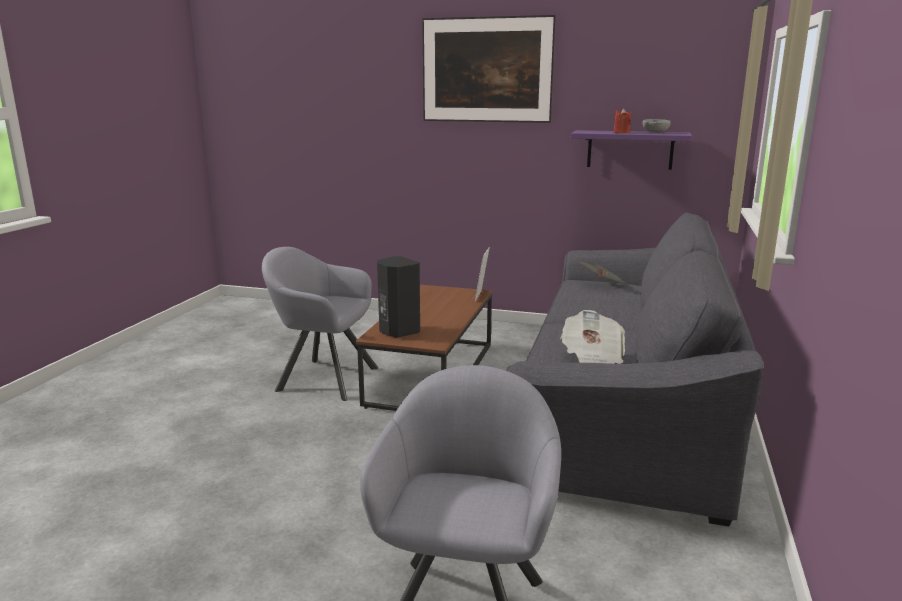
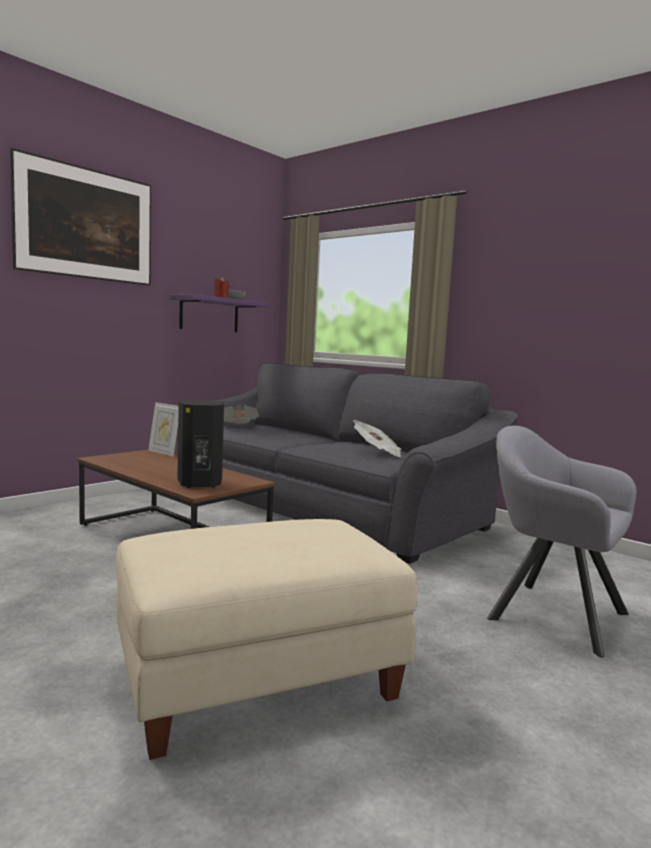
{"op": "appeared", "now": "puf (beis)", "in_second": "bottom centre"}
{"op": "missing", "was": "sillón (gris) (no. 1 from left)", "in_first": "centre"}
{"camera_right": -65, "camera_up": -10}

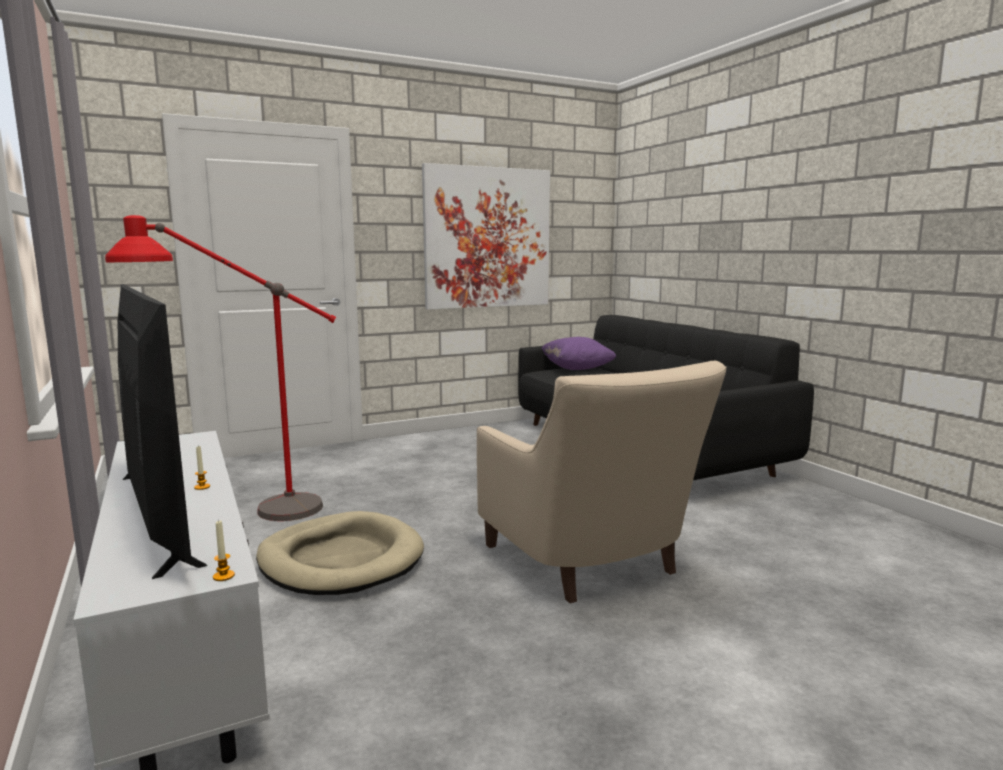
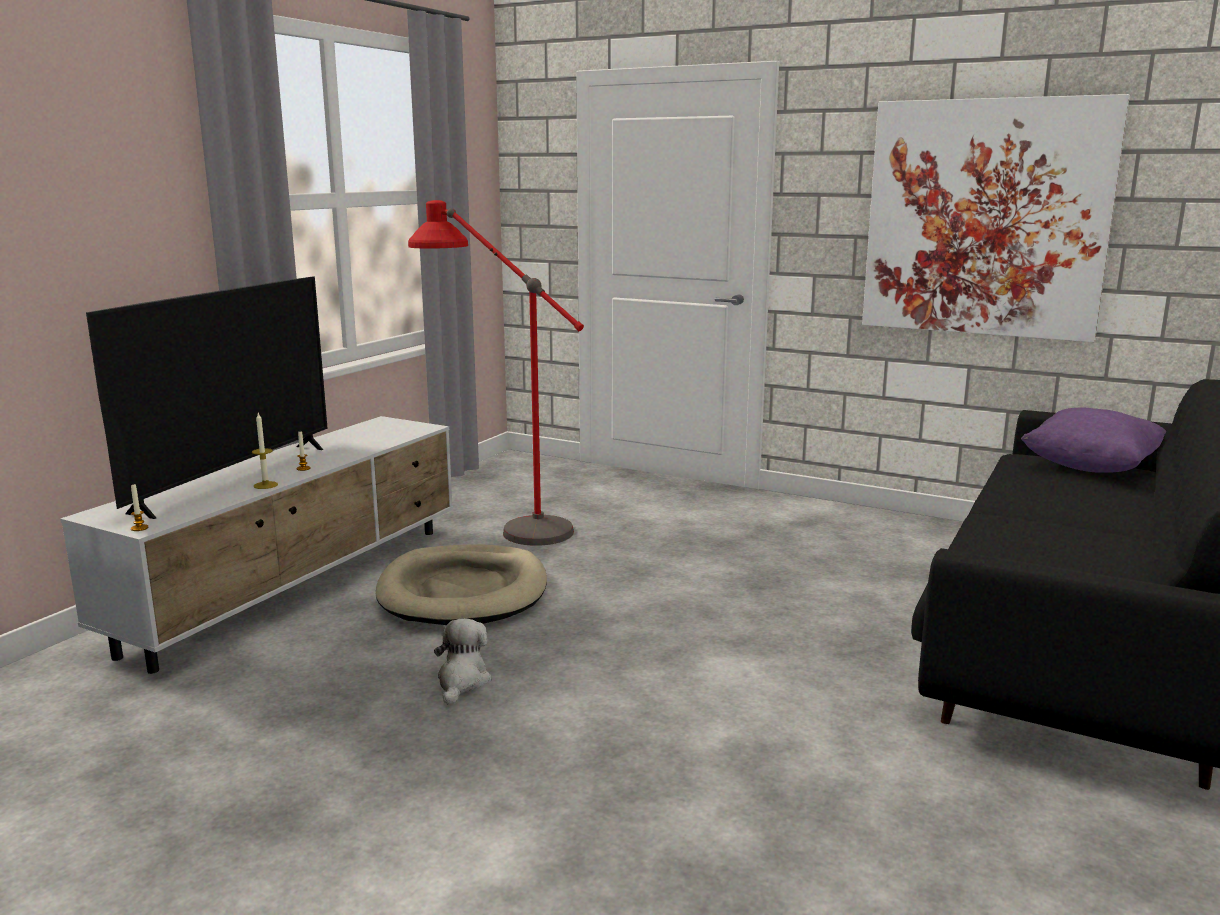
{"op": "appeared", "now": "vela (no. 2 from left)", "in_second": "middle left"}
{"op": "appeared", "now": "peluche", "in_second": "bottom centre"}
{"op": "missing", "was": "sillón (beis)", "in_first": "centre"}
{"camera_right": 55, "camera_up": 5}

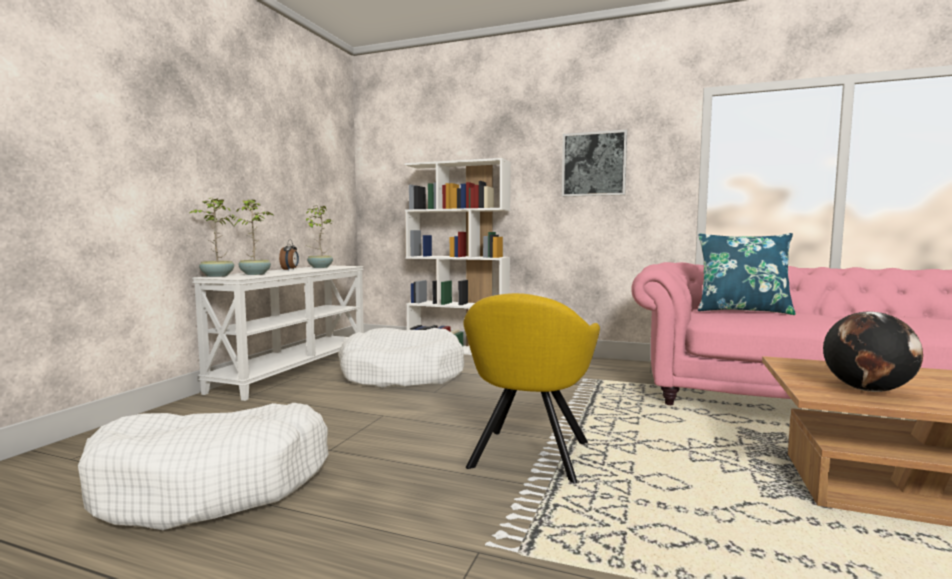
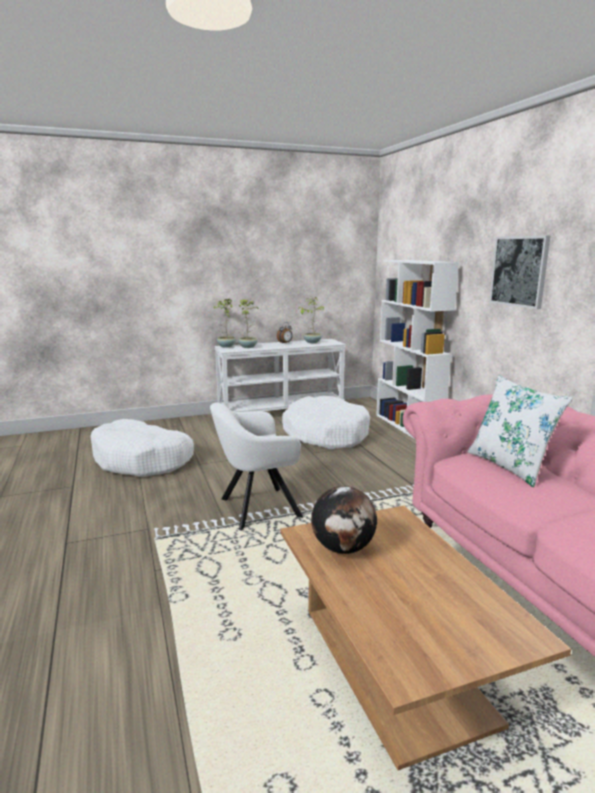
{"op": "colour", "was": "sillón (amarillo)", "now": "sillón (blanco)", "in_first": "bottom centre", "in_second": "centre"}
{"op": "colour", "was": "cojín (azul)", "now": "cojín (blanco)", "in_first": "middle right", "in_second": "middle right"}
{"camera_right": 50, "camera_up": 10}

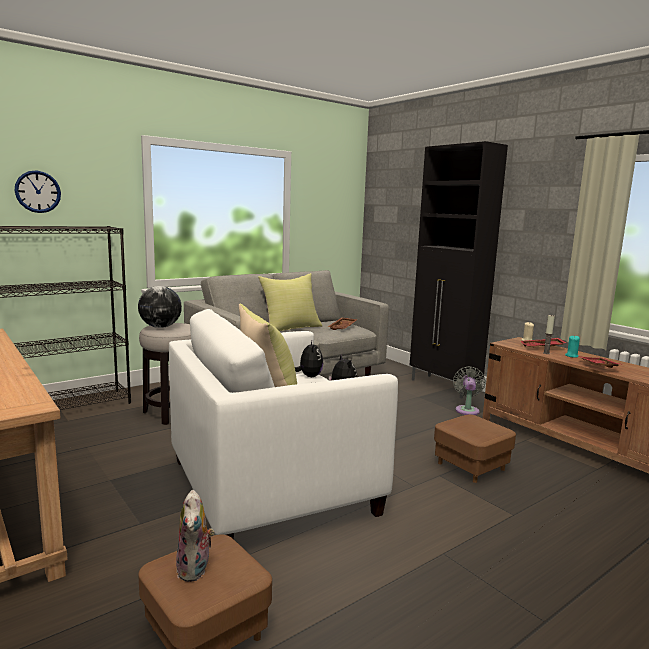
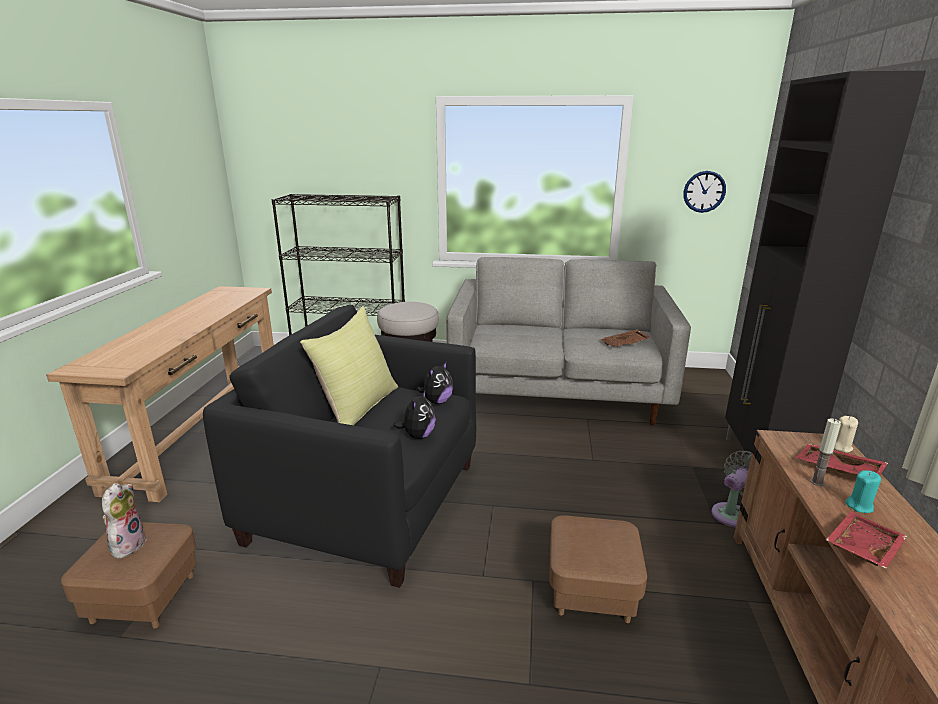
{"op": "spun", "was": "peluche (no. 1 from left)", "in_first": "bottom left", "in_second": "bottom left", "clockwise": 150}
{"op": "colour", "was": "sillón (blanco)", "now": "sillón (negro)", "in_first": "centre", "in_second": "centre"}
{"op": "relocated", "was": "reloj de pared", "in_first": "top left", "in_second": "top right"}
{"op": "missing", "was": "globo terráqueo", "in_first": "middle left"}
{"op": "missing", "was": "cojín (amarillo) (no. 2 from left)", "in_first": "centre"}
{"camera_right": 45, "camera_up": 10}

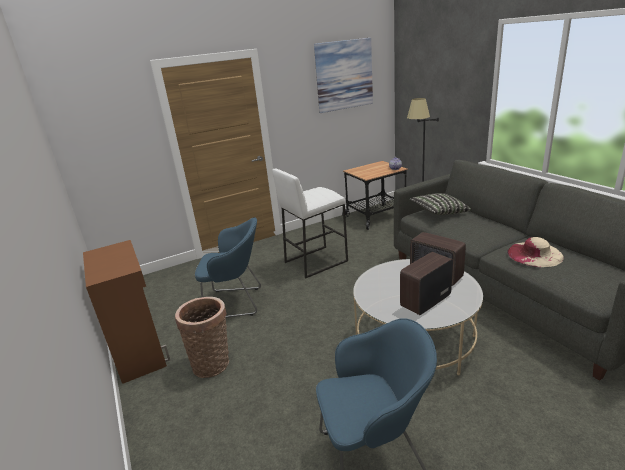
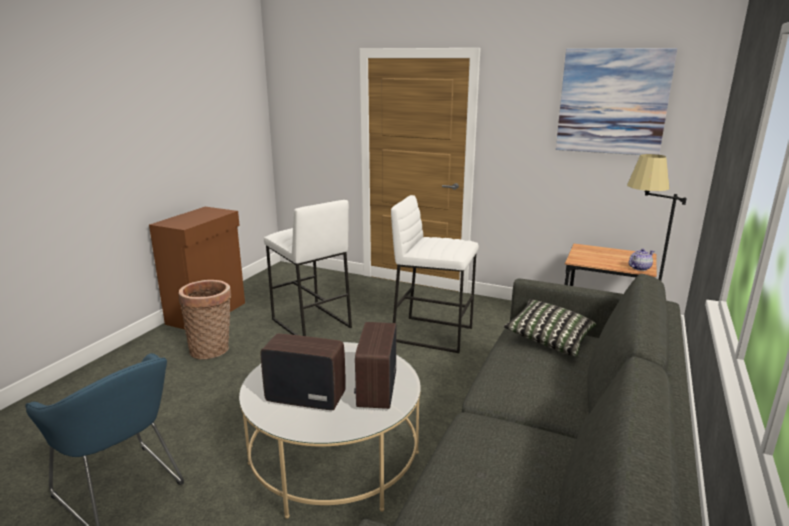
{"op": "exchanged", "was": "sillón (azul) (no. 1 from left)", "now": "taburete (blanco) (no. 1 from left)", "in_first": "centre", "in_second": "centre"}
{"op": "missing", "was": "sombrero (beis)", "in_first": "middle right"}
{"camera_right": 50, "camera_up": -5}

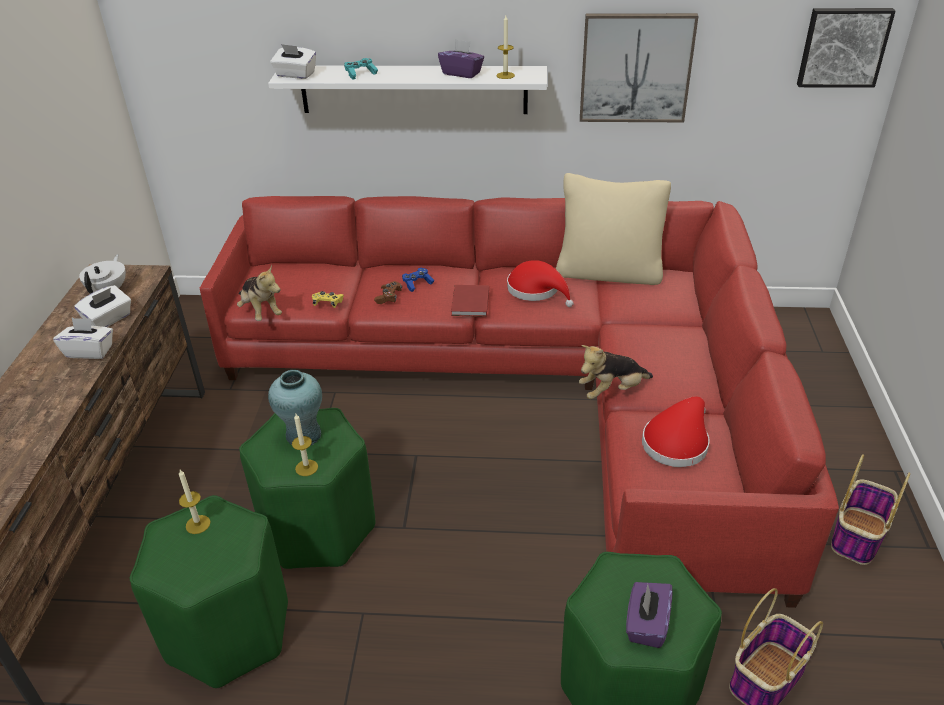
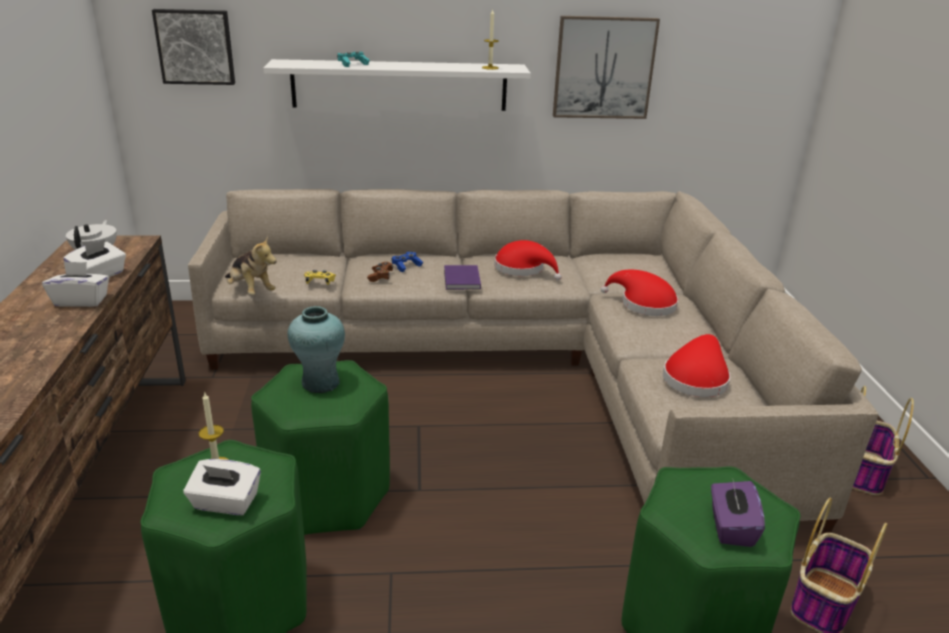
{"op": "relocated", "was": "cuadro (no. 2 from left in the first image)", "now": "cuadro (no. 1 from left)", "in_first": "top right", "in_second": "top left"}
{"op": "relocated", "was": "caja de pañuelos (blanco) (no. 3 from left)", "in_first": "top left", "in_second": "bottom left"}
{"op": "colour", "was": "sofá (rojo)", "now": "sofá (beis)", "in_first": "centre", "in_second": "centre"}
{"op": "colour", "was": "libro (rojo)", "now": "libro (morado)", "in_first": "centre", "in_second": "centre"}
{"op": "appeared", "now": "sombrero (rojo) (no. 2 from left)", "in_second": "middle right"}
{"op": "missing", "was": "vela (no. 2 from left)", "in_first": "middle left"}
{"op": "missing", "was": "caja de pañuelos (morado) (no. 1 from left)", "in_first": "top centre"}
{"op": "missing", "was": "cojín (beis)", "in_first": "top centre"}
{"op": "missing", "was": "peluche (no. 2 from left)", "in_first": "centre"}
{"camera_right": -10, "camera_up": -10}

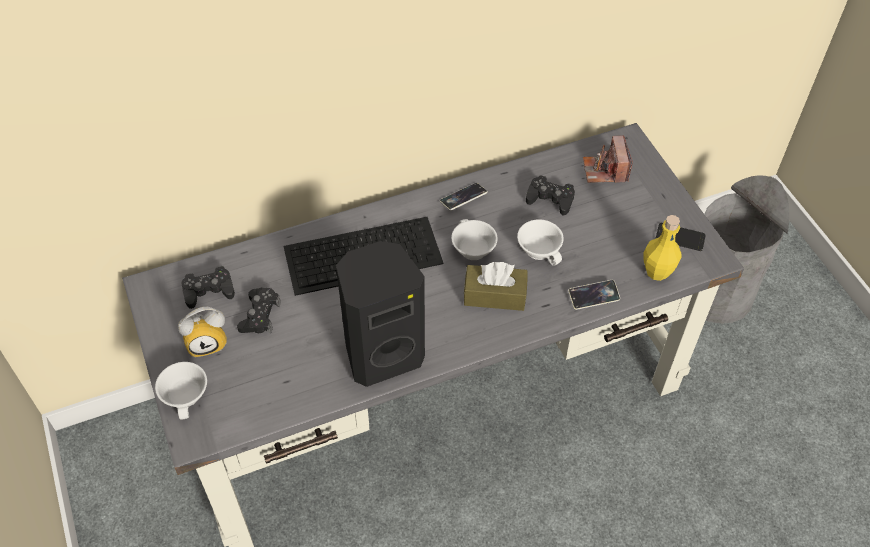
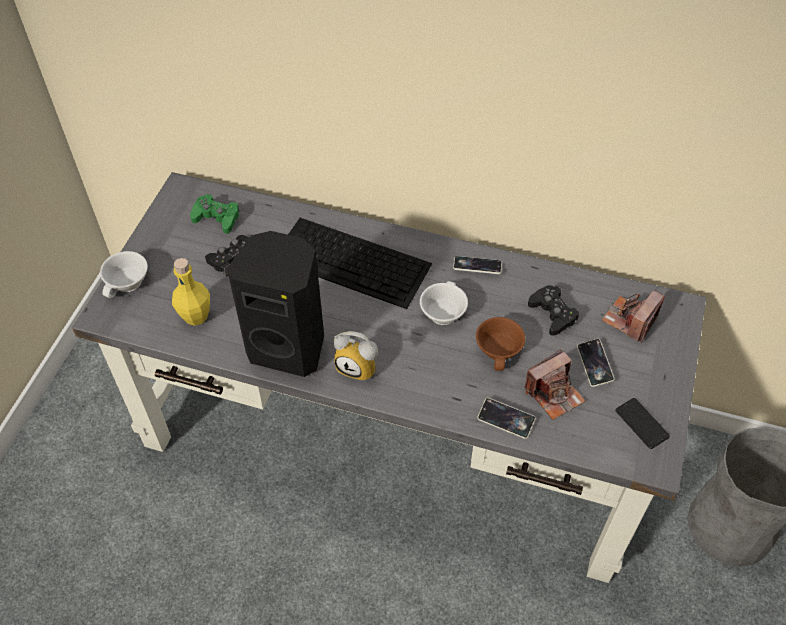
{"op": "relocated", "was": "botella (amarillo)", "in_first": "middle right", "in_second": "middle left"}
{"op": "colour", "was": "mando de consola (negro) (no. 1 from left)", "now": "mando de consola (verde)", "in_first": "middle left", "in_second": "middle left"}
{"op": "relocated", "was": "despertador", "in_first": "middle left", "in_second": "centre"}
{"op": "colour", "was": "taza (blanco) (no. 3 from left)", "now": "taza (marrón)", "in_first": "centre", "in_second": "centre"}
{"op": "appeared", "now": "cámara (no. 1 from left)", "in_second": "middle right"}
{"op": "appeared", "now": "móvil (no. 3 from left)", "in_second": "middle right"}
{"op": "missing", "was": "caja de pañuelos (marrón)", "in_first": "centre"}
{"camera_right": 40, "camera_up": 0}

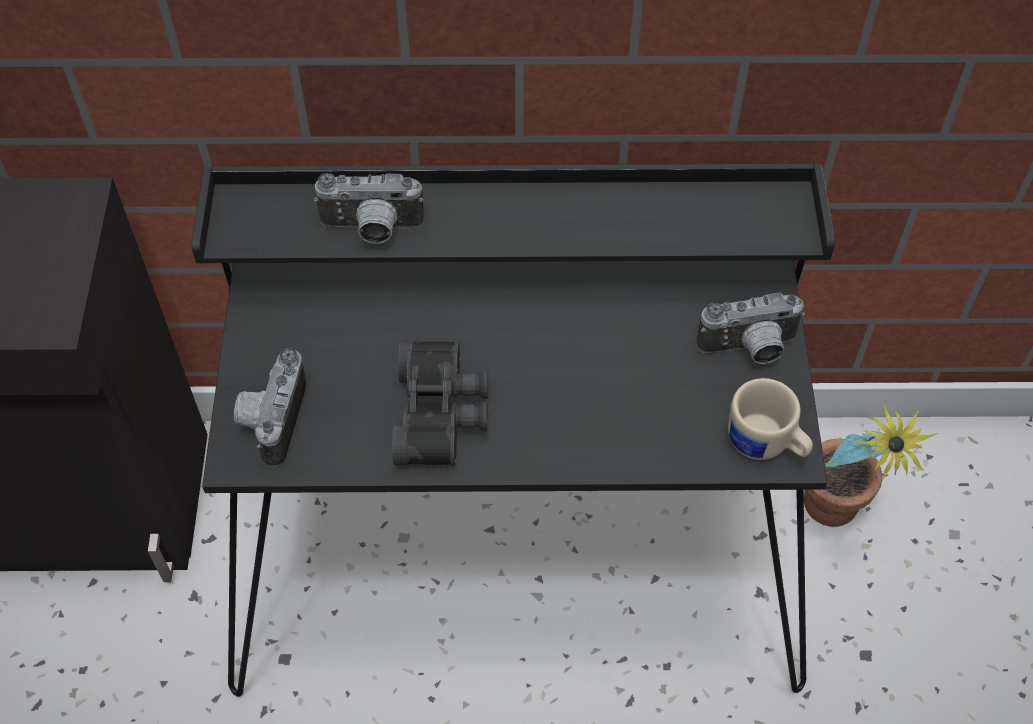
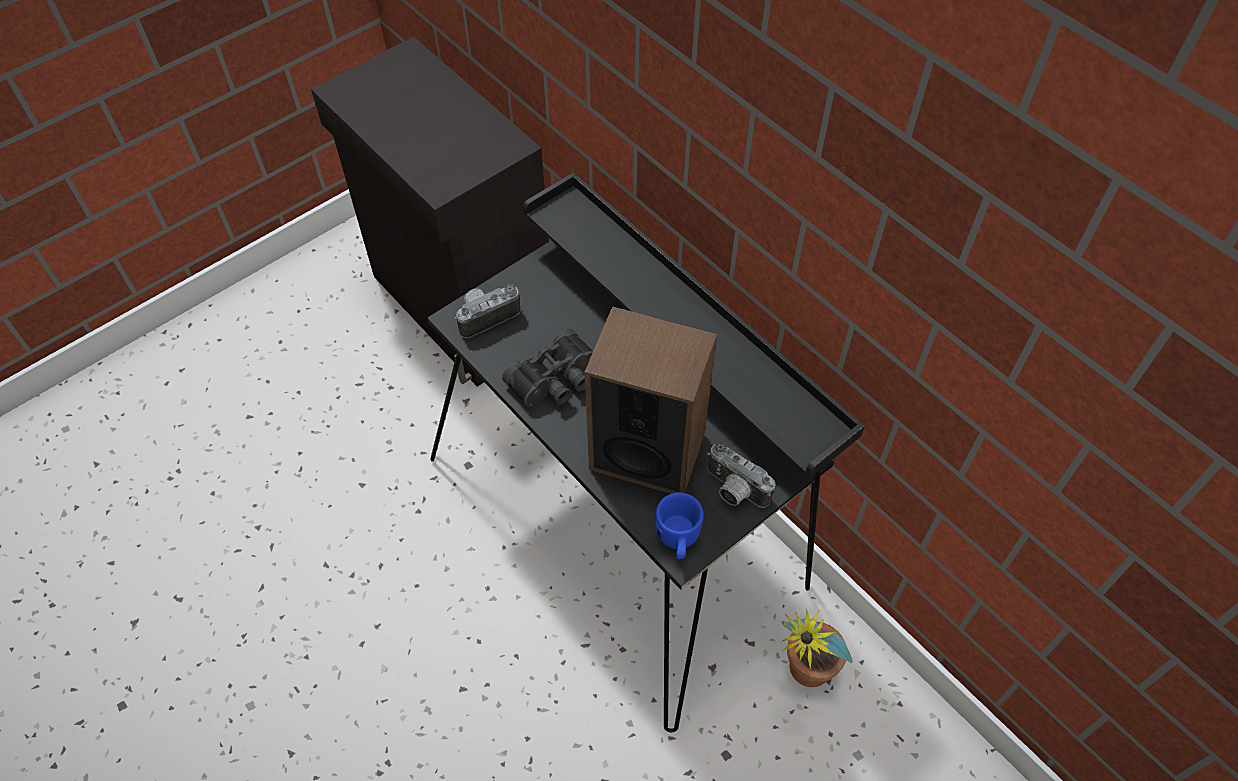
{"op": "appeared", "now": "altavoz", "in_second": "centre"}
{"op": "colour", "was": "taza grande (beis)", "now": "taza grande (azul)", "in_first": "middle right", "in_second": "bottom centre"}
{"op": "missing", "was": "cámara (no. 2 from left)", "in_first": "top centre"}
{"camera_right": 50, "camera_up": 0}

